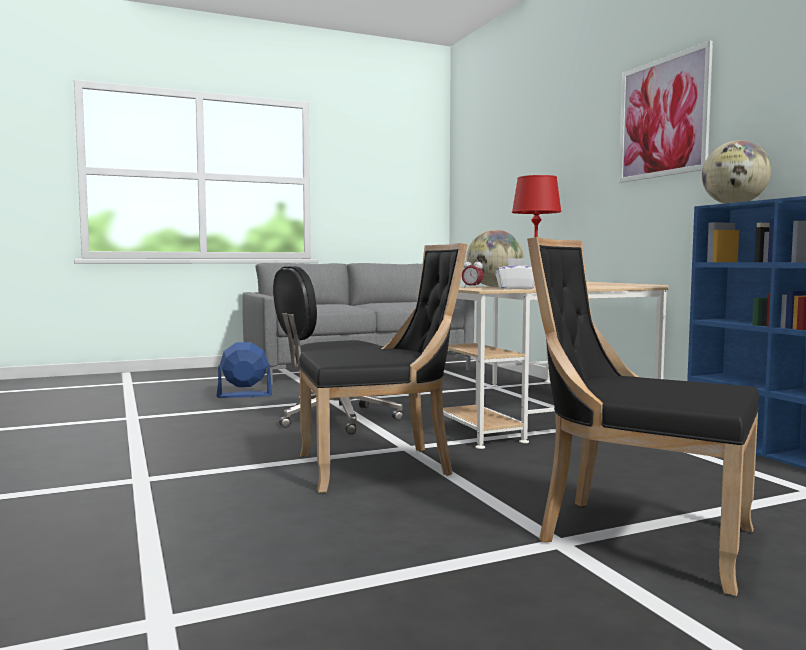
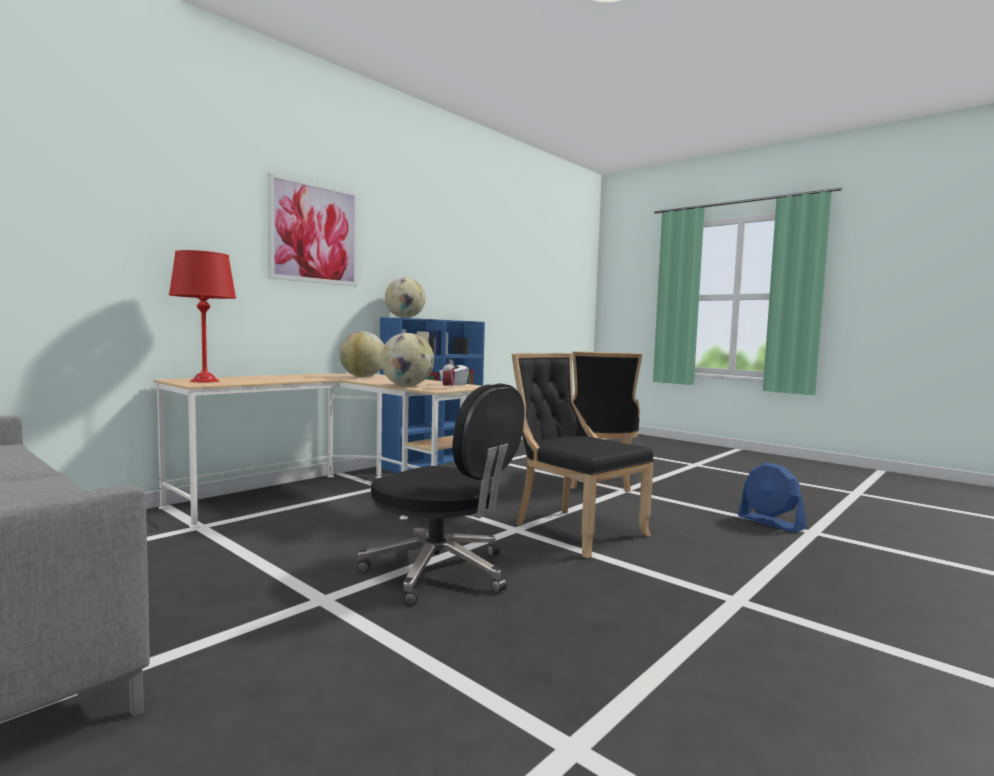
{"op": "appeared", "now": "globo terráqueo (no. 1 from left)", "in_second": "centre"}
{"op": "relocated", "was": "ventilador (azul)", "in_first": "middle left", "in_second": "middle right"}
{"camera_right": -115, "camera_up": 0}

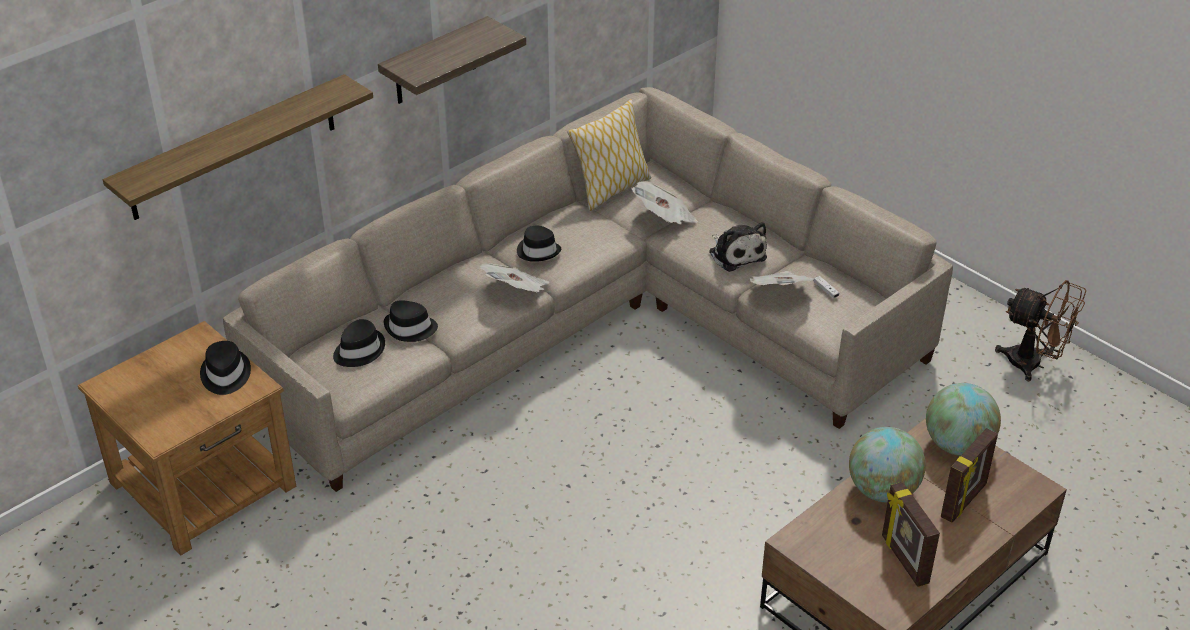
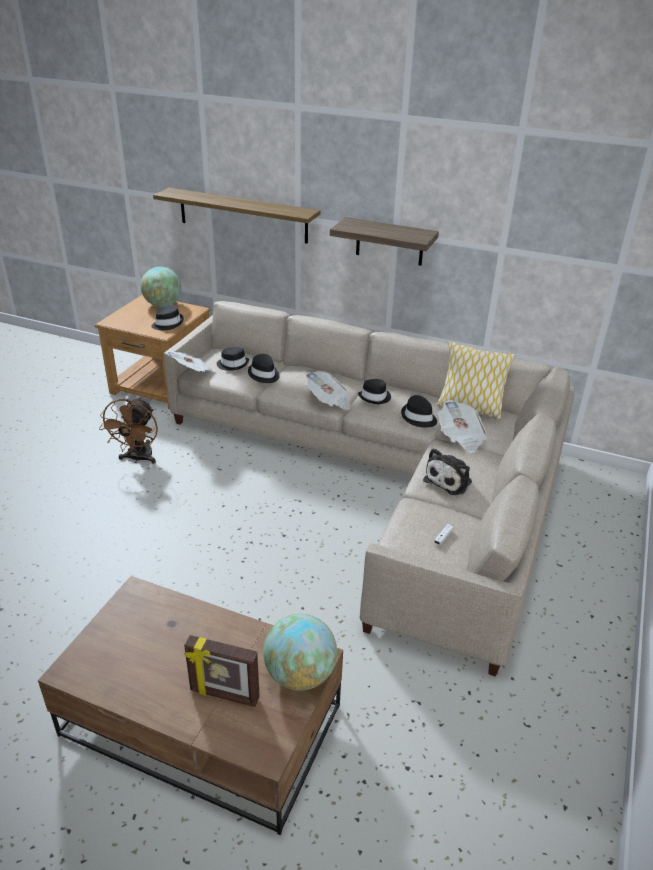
{"op": "relocated", "was": "ventilador (marrón)", "in_first": "middle right", "in_second": "middle left"}
{"op": "relocated", "was": "globo terráqueo (no. 1 from left)", "in_first": "bottom right", "in_second": "top left"}
{"op": "relocated", "was": "periódico (no. 3 from left in the first image)", "now": "periódico (no. 1 from left)", "in_first": "centre", "in_second": "middle left"}
{"op": "appeared", "now": "sombrero (negro) (no. 5 from left)", "in_second": "centre"}
{"op": "missing", "was": "portarretratos (no. 1 from left)", "in_first": "bottom right"}
{"camera_right": 65, "camera_up": -5}

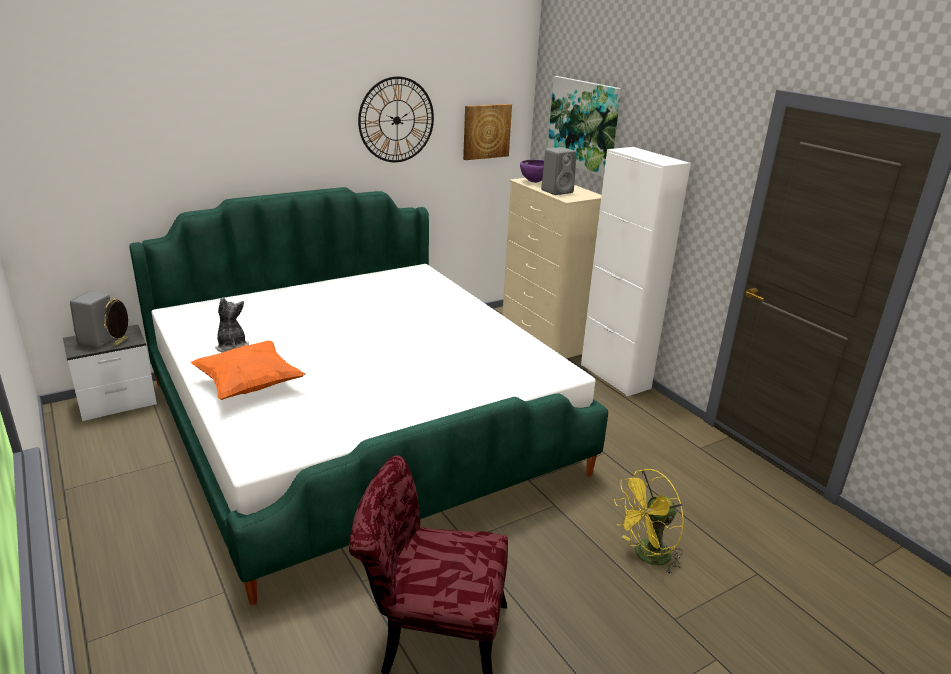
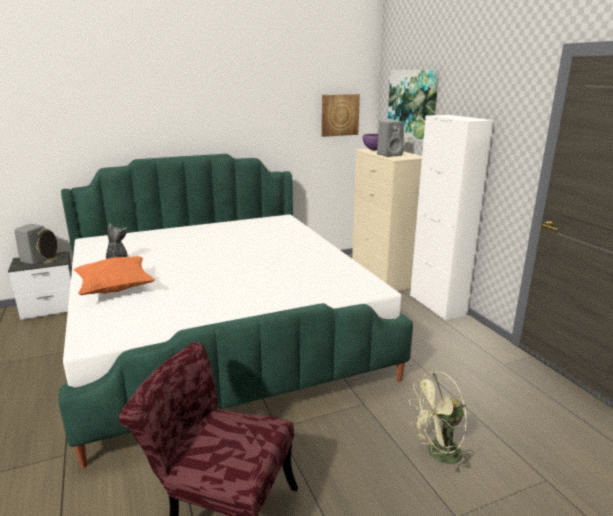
{"op": "colour", "was": "ventilador (amarillo)", "now": "ventilador (verde)", "in_first": "bottom right", "in_second": "bottom right"}
{"op": "missing", "was": "reloj de pared", "in_first": "top centre"}
{"camera_right": 10, "camera_up": -5}

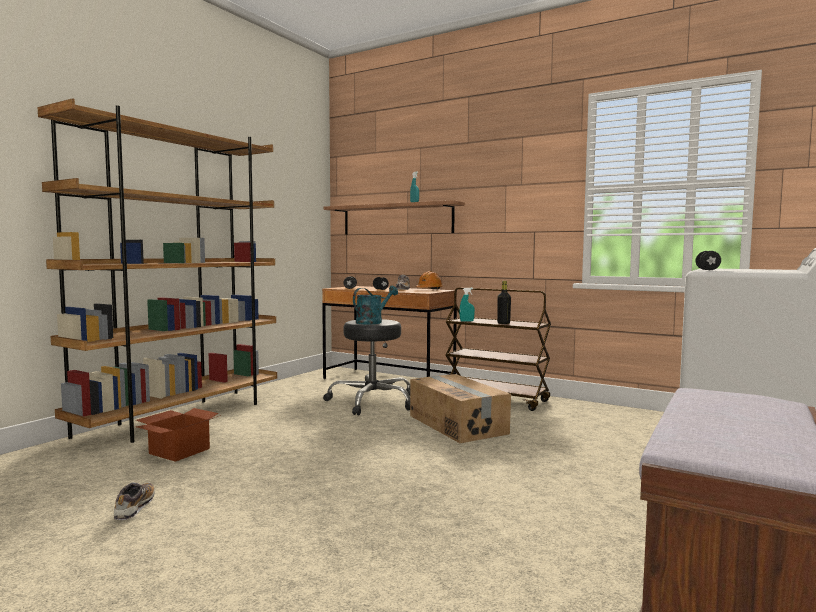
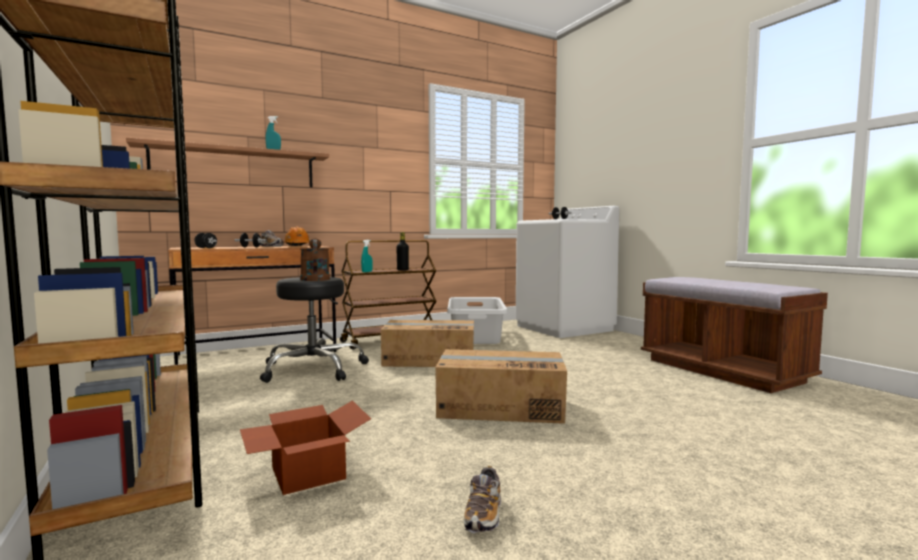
{"op": "colour", "was": "regadera (turquesa)", "now": "regadera (marrón)", "in_first": "centre", "in_second": "centre"}
{"op": "appeared", "now": "caja de cartón (no. 3 from left)", "in_second": "bottom centre"}
{"op": "appeared", "now": "cesto de la ropa (gris)", "in_second": "centre"}
{"op": "spun", "was": "zapato (no. 1 from left in the first image)", "in_first": "bottom left", "in_second": "bottom centre", "clockwise": -105}
{"camera_right": -60, "camera_up": 0}

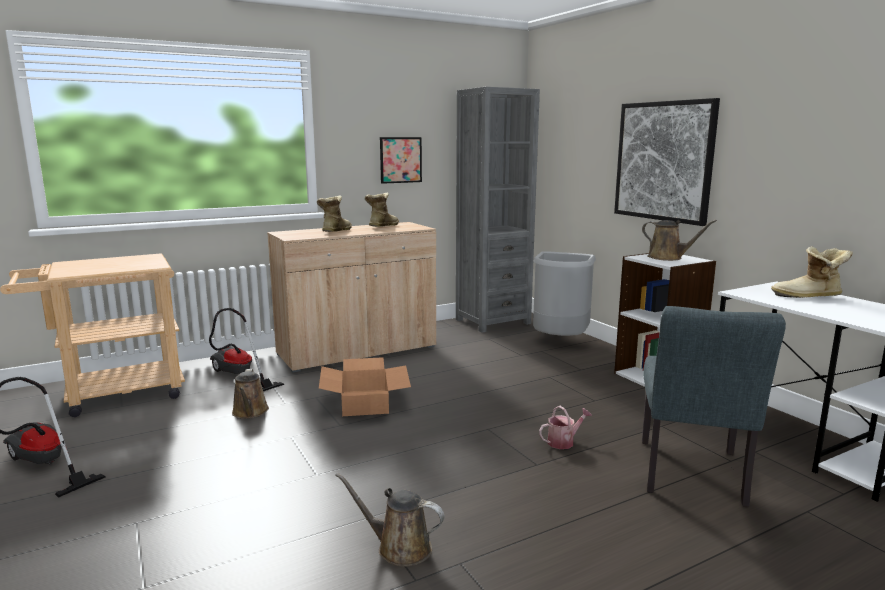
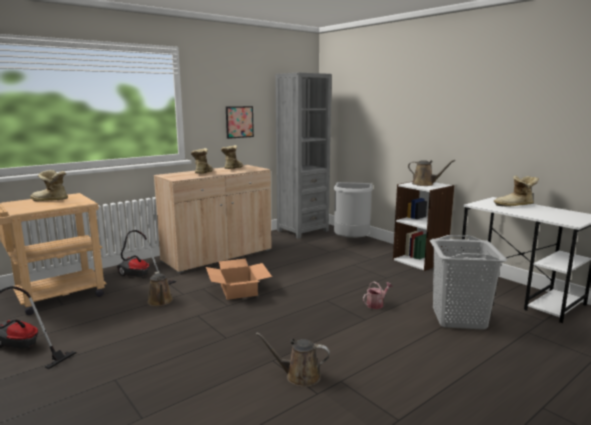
{"op": "appeared", "now": "bota (no. 1 from left)", "in_second": "middle left"}
{"op": "exchanged", "was": "silla (gris)", "now": "cesto de la ropa (gris)", "in_first": "bottom right", "in_second": "middle right"}
{"op": "missing", "was": "cuadro (no. 2 from left)", "in_first": "top right"}
{"camera_right": -10, "camera_up": 0}

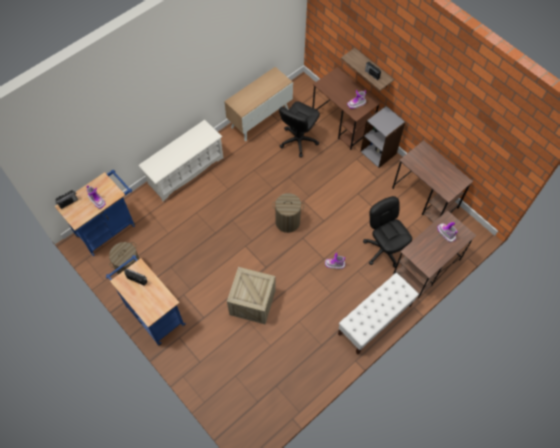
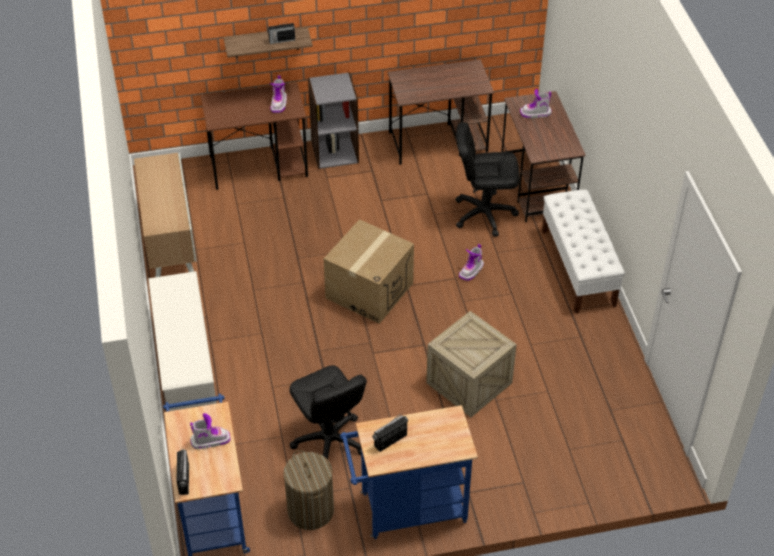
{"op": "relocated", "was": "silla de oficina (negro) (no. 1 from left)", "in_first": "top centre", "in_second": "bottom centre"}
{"op": "exchanged", "was": "cesto de la ropa (no. 2 from left)", "now": "caja de cartón", "in_first": "centre", "in_second": "centre"}
{"camera_right": -60, "camera_up": -15}

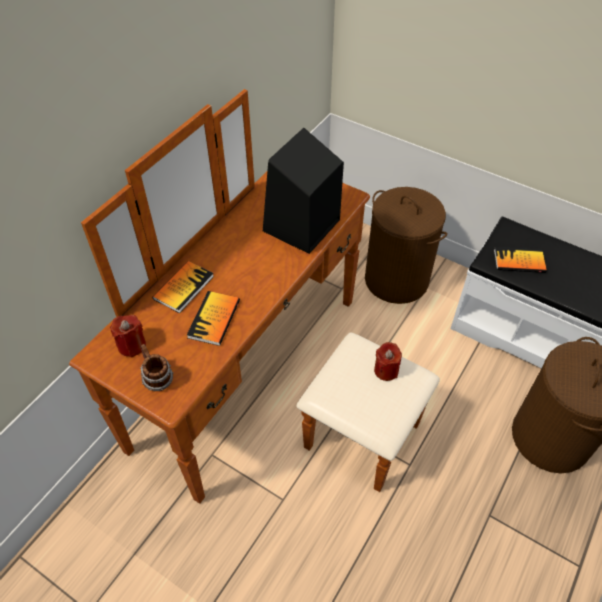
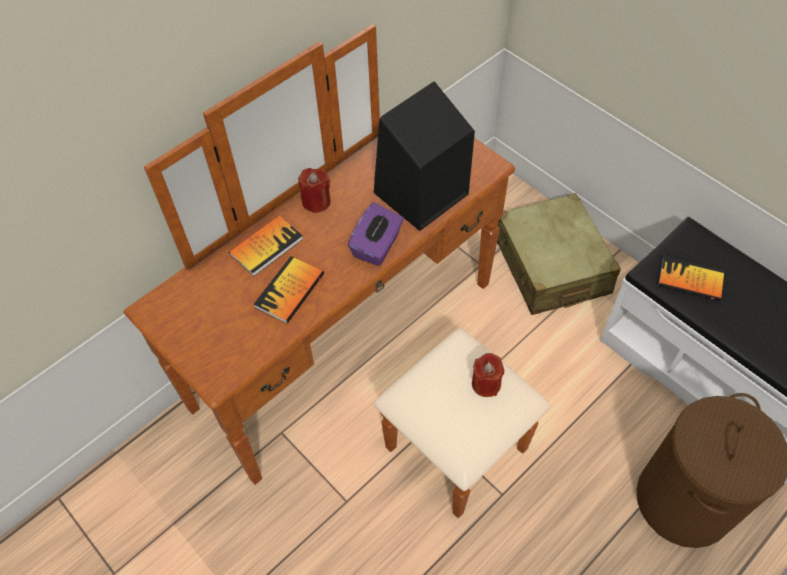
{"op": "relocated", "was": "vela (rojo) (no. 1 from left)", "in_first": "middle left", "in_second": "top centre"}
{"op": "appeared", "now": "caja de pañuelos (morado)", "in_second": "centre"}
{"op": "exchanged", "was": "cesto de la ropa (marrón) (no. 1 from left)", "now": "maleta (beis)", "in_first": "middle right", "in_second": "middle right"}
{"op": "missing", "was": "taza grande", "in_first": "middle left"}
{"camera_right": 15, "camera_up": 5}

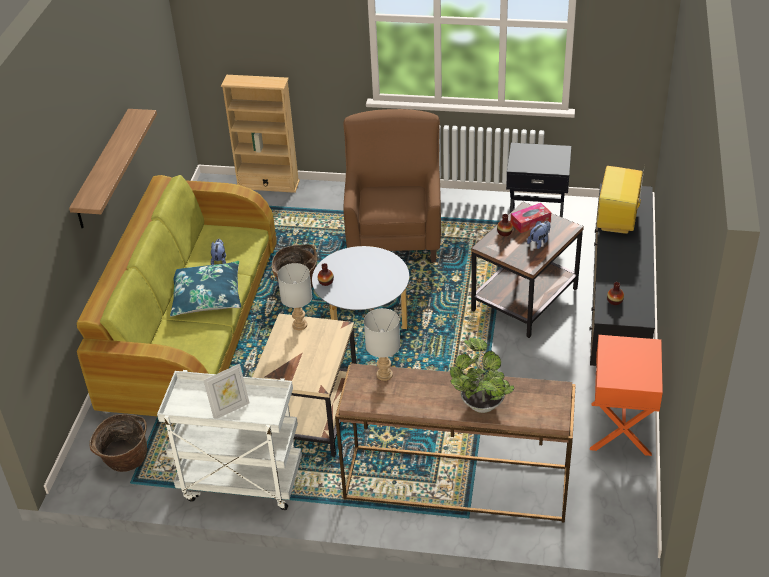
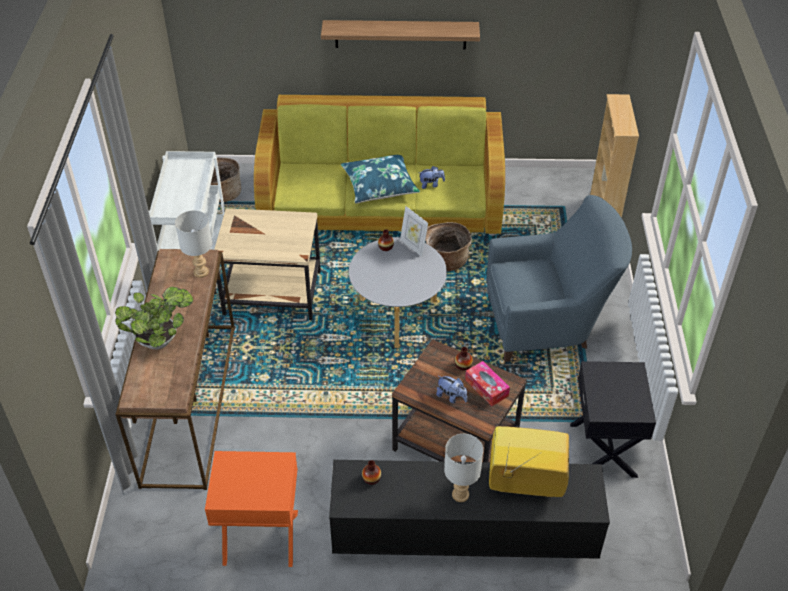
{"op": "relocated", "was": "portarretratos", "in_first": "bottom left", "in_second": "centre"}
{"op": "relocated", "was": "lámpara de mesa (gris) (no. 1 from left in the first image)", "now": "lámpara de mesa (gris) (no. 2 from left)", "in_first": "centre", "in_second": "bottom centre"}
{"op": "colour", "was": "sillón (marrón)", "now": "sillón (azul)", "in_first": "top centre", "in_second": "middle right"}
{"camera_right": 80, "camera_up": 5}

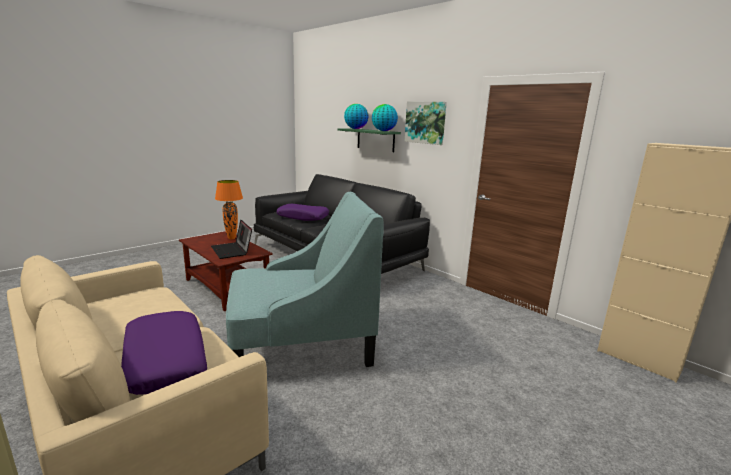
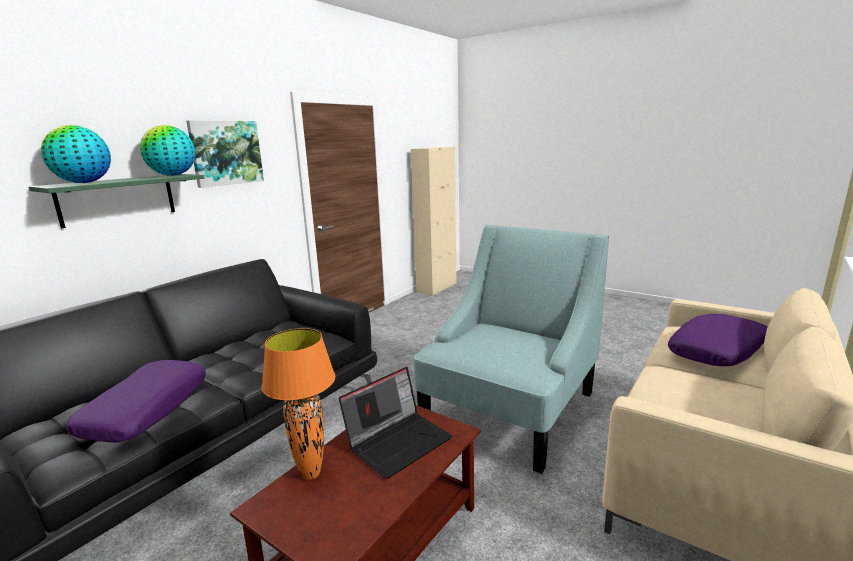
{"op": "spun", "was": "sillón (turquesa)", "in_first": "centre", "in_second": "centre", "clockwise": 60}
{"camera_right": -100, "camera_up": 0}

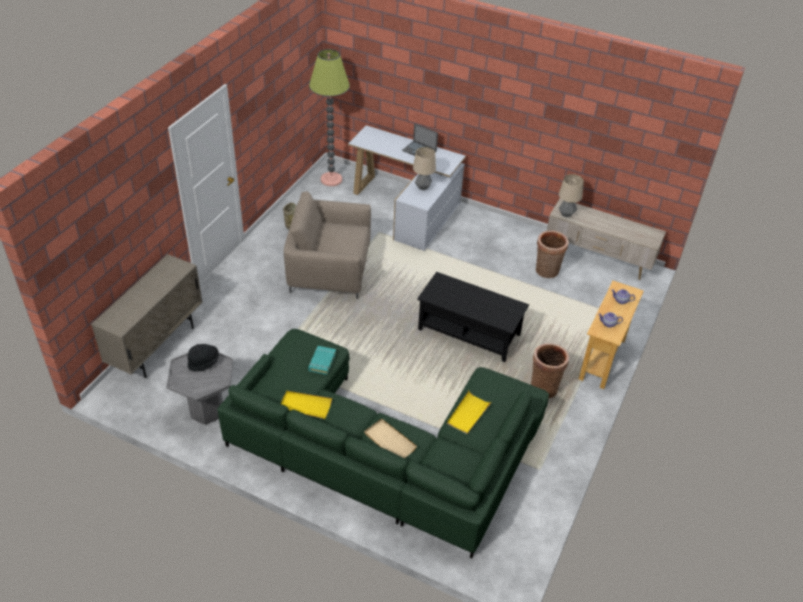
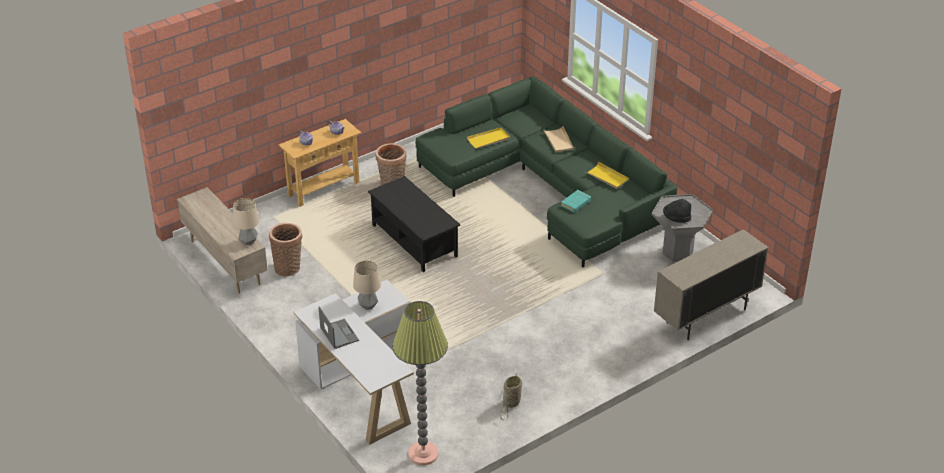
{"op": "missing", "was": "sillón (beis)", "in_first": "centre"}
{"camera_right": -150, "camera_up": -5}

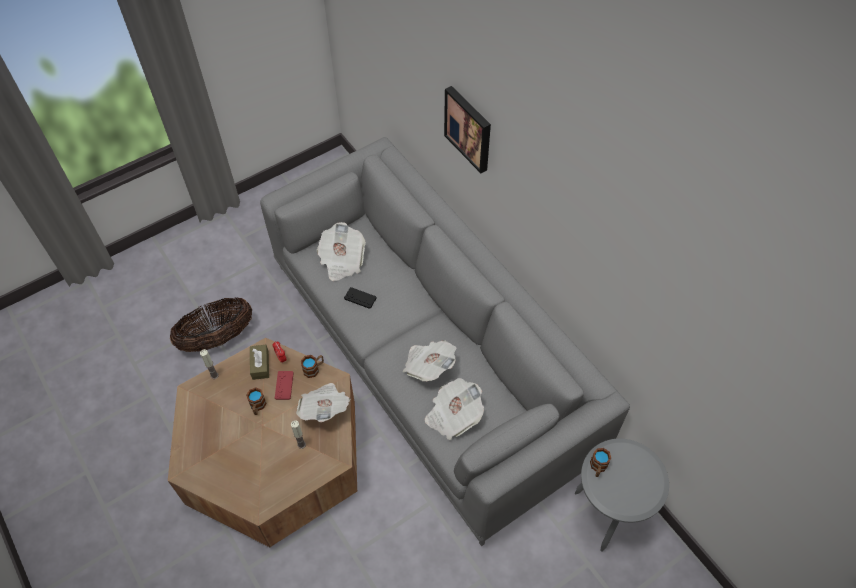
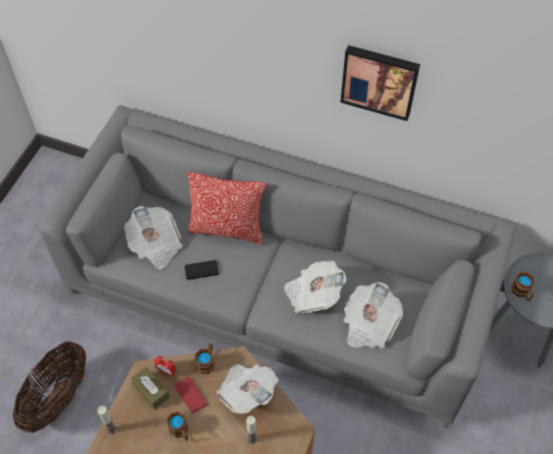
{"op": "appeared", "now": "cojín", "in_second": "centre"}
{"op": "relocated", "was": "cuadro", "in_first": "top centre", "in_second": "top right"}
{"camera_right": -35, "camera_up": 0}

